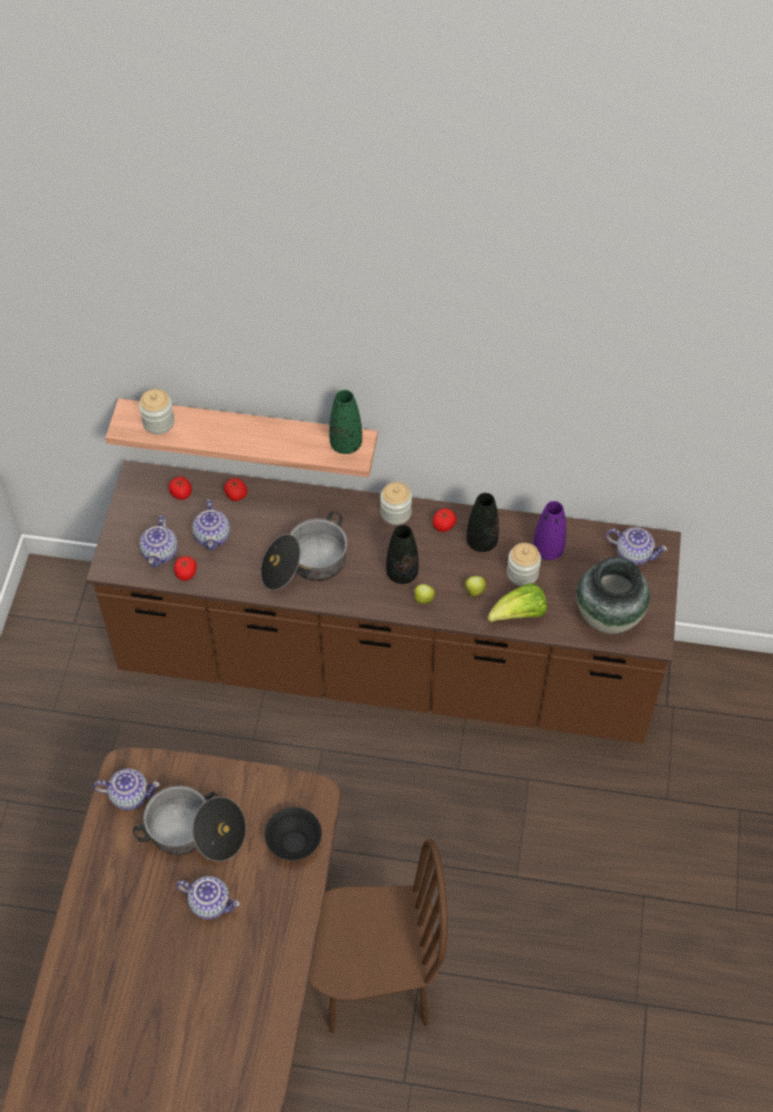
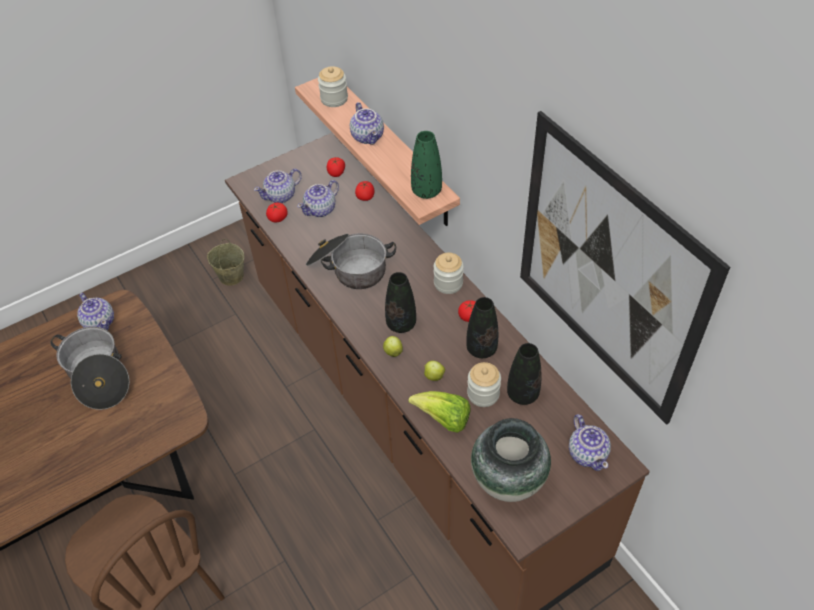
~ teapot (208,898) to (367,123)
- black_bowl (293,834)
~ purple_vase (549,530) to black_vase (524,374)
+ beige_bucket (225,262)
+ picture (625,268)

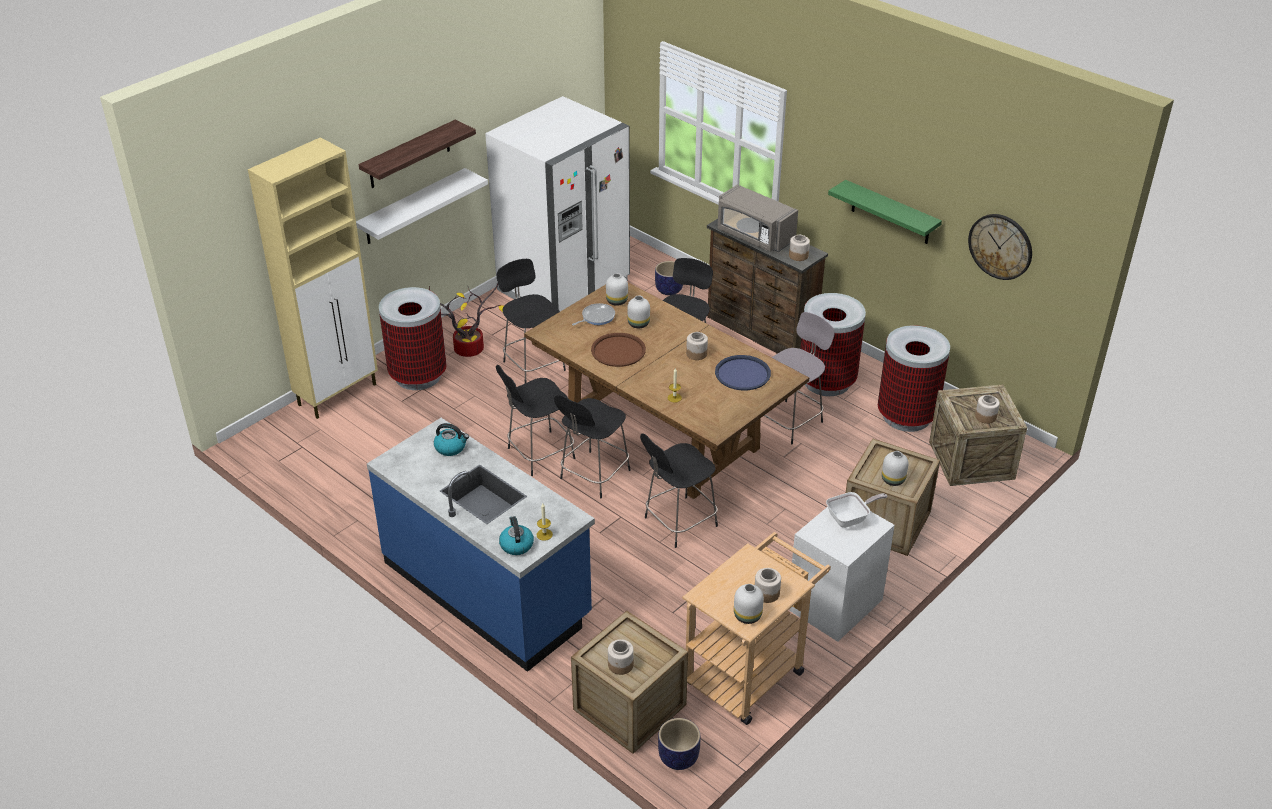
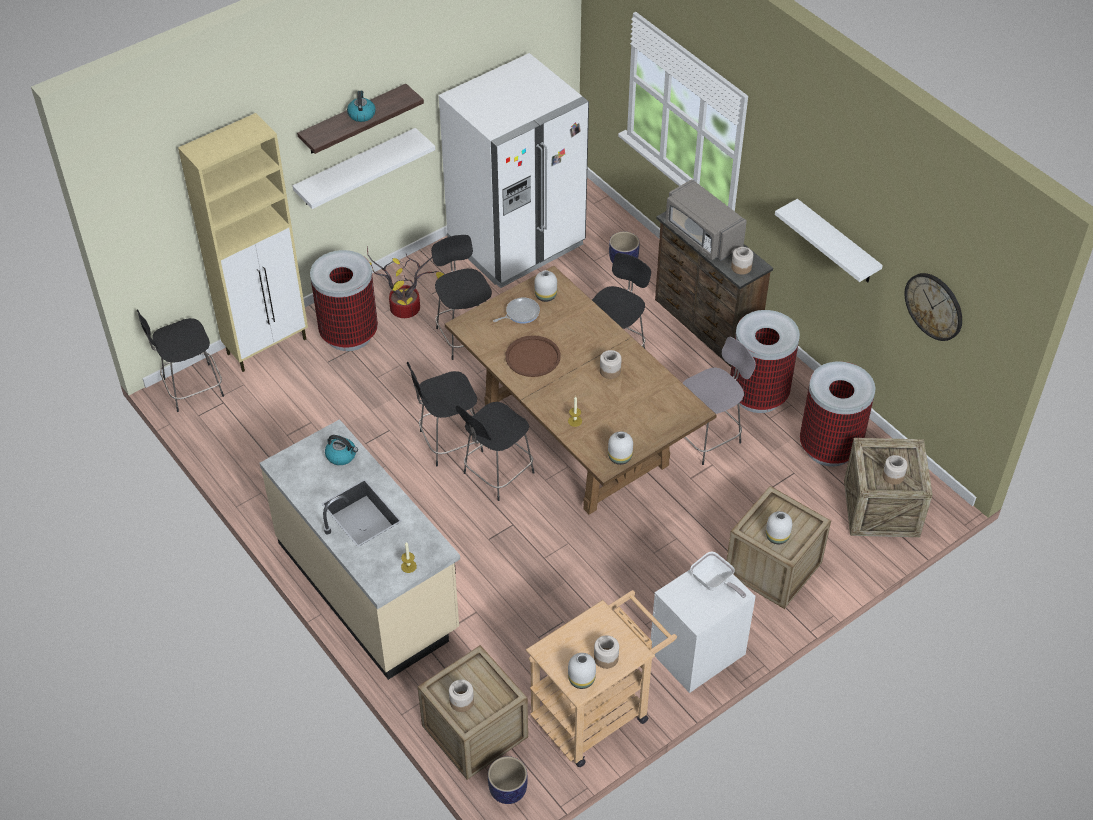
~ blue_counter (481,545) to beige_counter (360,549)
~ kettle (516,535) to (361,106)
~ white_vase (638,311) to (620,448)
~ black_stool (679,490) to (180,360)
- blue_tray (743,373)
~ frying_pan (856,510) = (718,575) 60 degrees clockwise
~ green_shelf (885,212) to white_shelf (829,240)

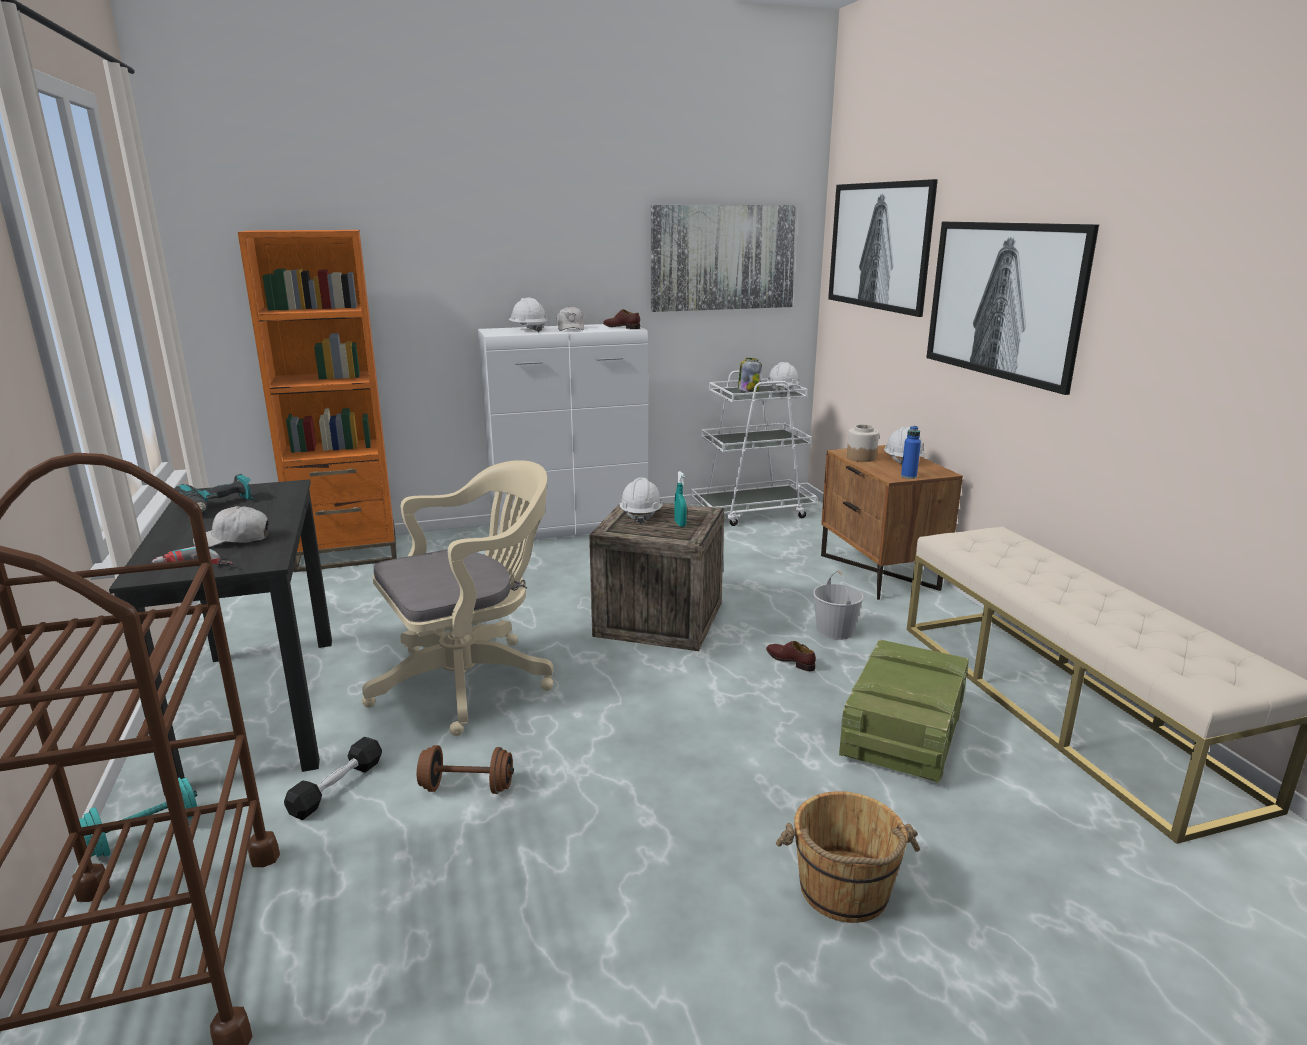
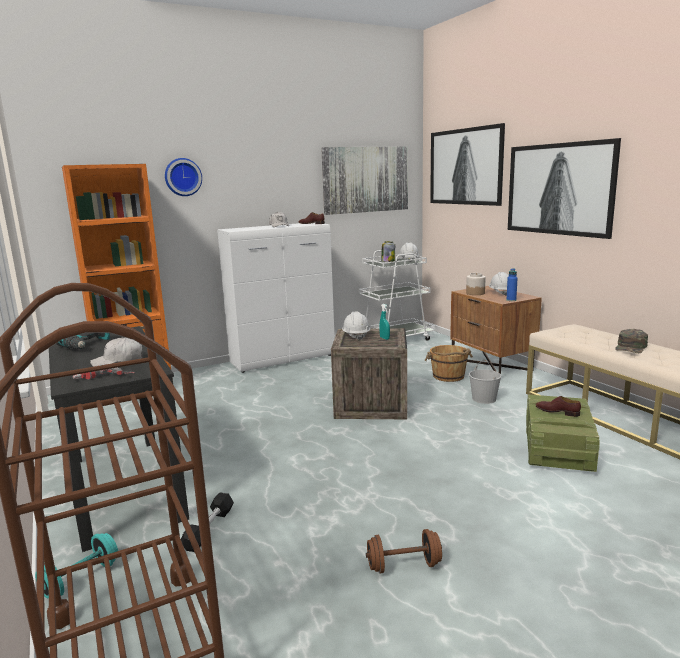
- beige_office_chair (457,598)
~ brown_dumbbell (465,769) to (404,551)
- white_hard_hat (528,315)
~ brown_shoe (791,656) to (558,406)
~ brown_bucket (848,857) to (449,363)
+ wall_clock (183,177)
+ green_cap (631,341)

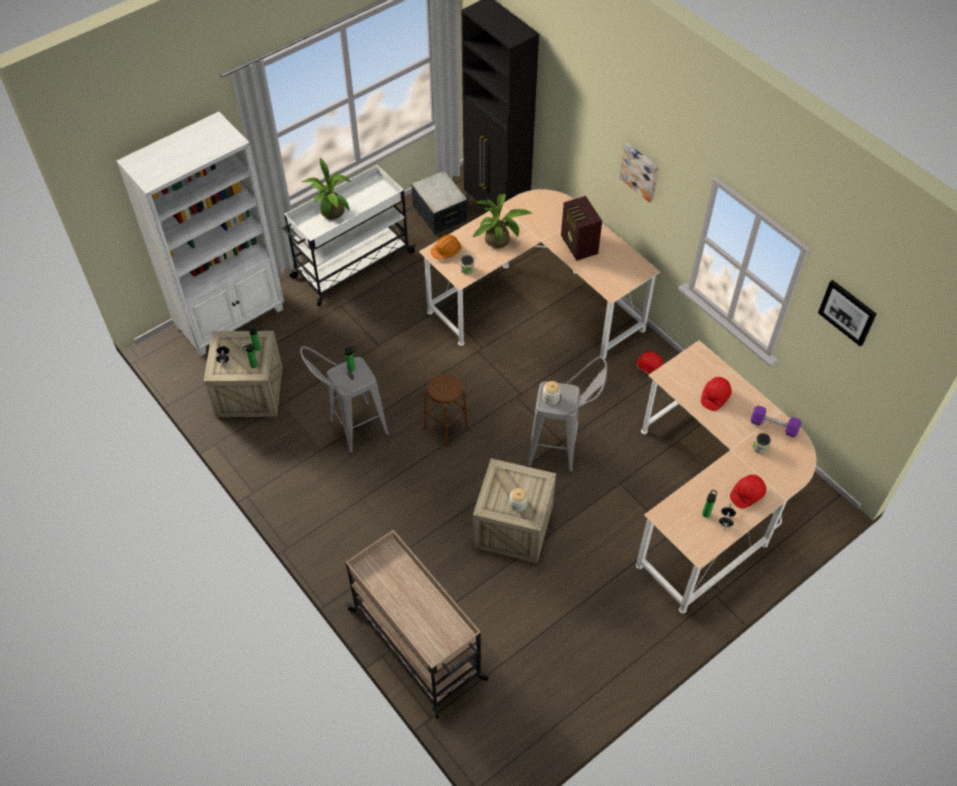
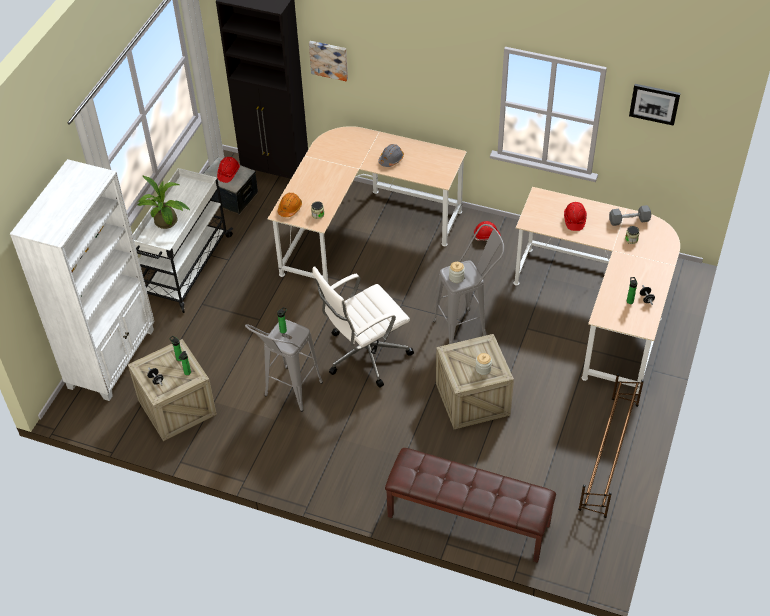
~ beige_cart (416,624) to brown_bench (470,505)
~ brown_stool (446,410) to white_office_chair (363,327)
- potted_plant (502,221)
~ radio (581,228) to grey_hard_hat (391,155)
~ picture (639,173) to (328,61)
~ red_hard_hat (748,492) to (228,170)
~ purple_dumbbell (775,421) to grey_dumbbell (630,215)
+ brown_shoe_rack (611,445)

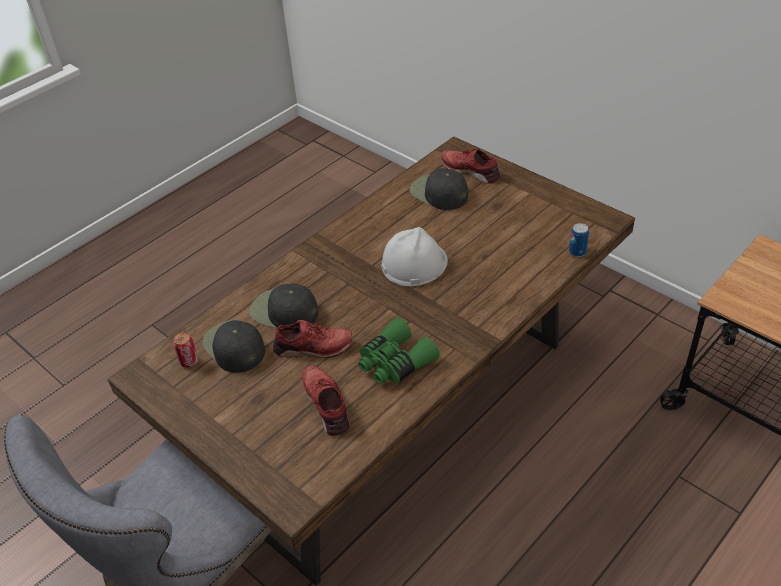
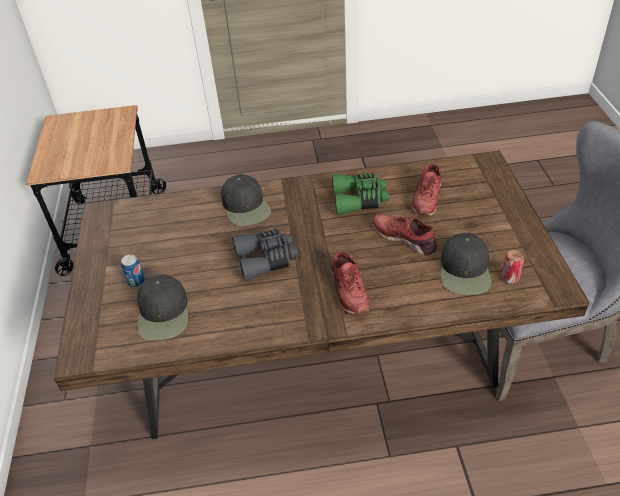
~ black_cap (283,305) to (246,200)
~ white_hard_hat (415,256) to grey_binoculars (265,255)
~ red_shoe (470,166) to (350,283)
~ can (579,240) to (133,271)

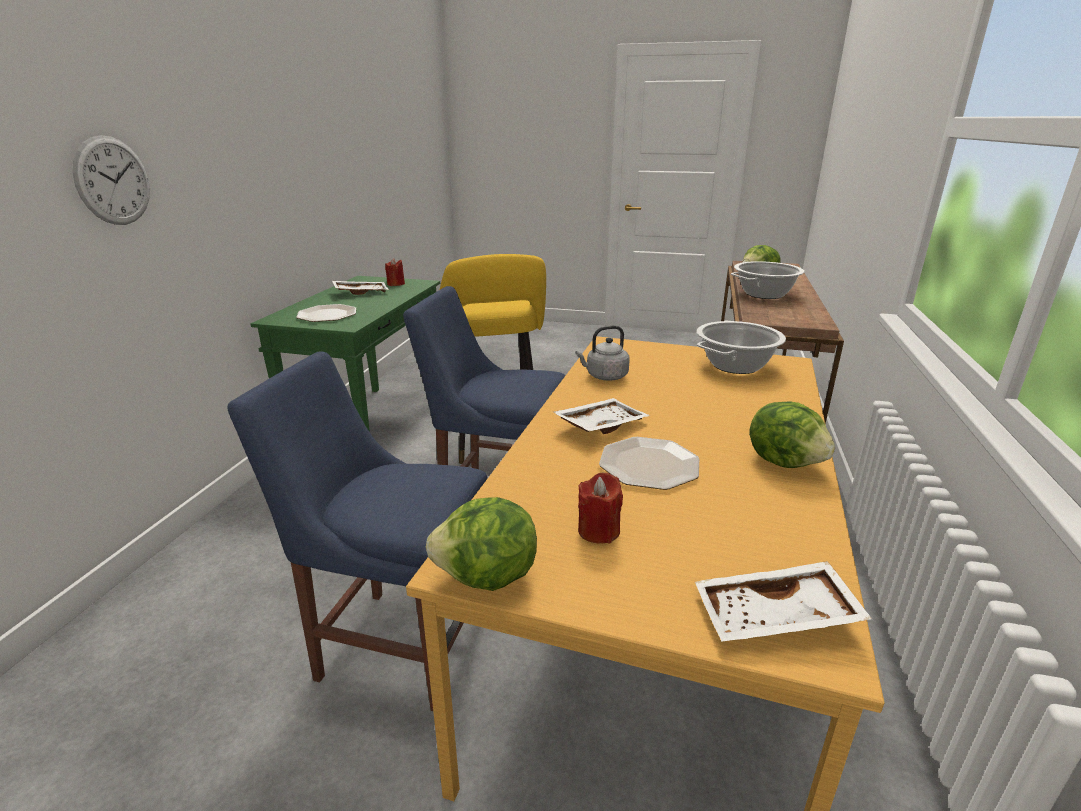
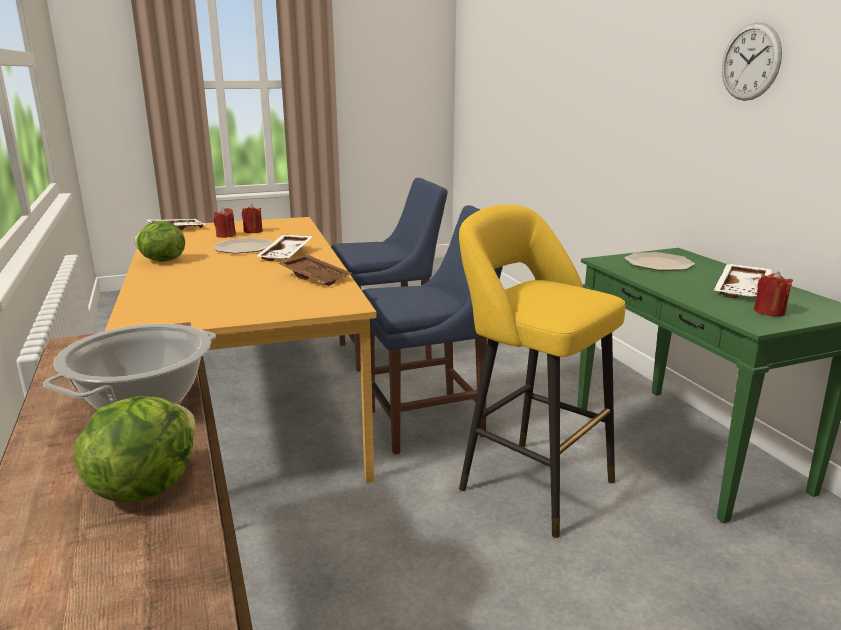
~ wall_clock (111,180) to (752,61)
- lettuce (481,544)
~ grey_kettle (602,353) to brown_tray (315,270)
- cooking_pot (741,347)
+ red_candle (225,222)

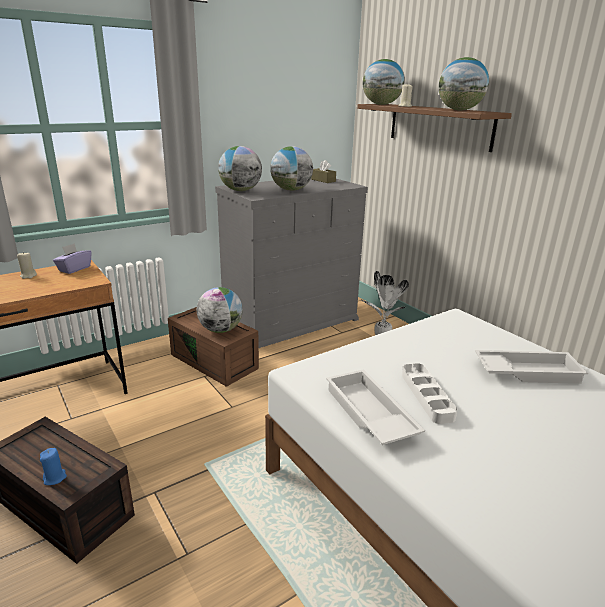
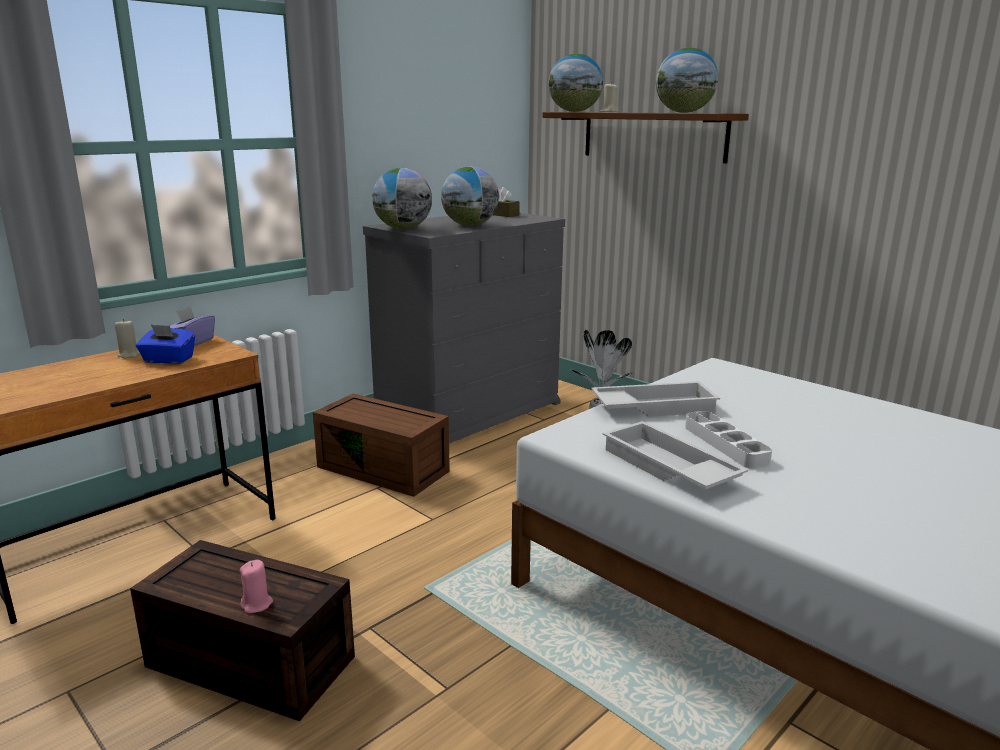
~ blue_candle (53,466) to pink_candle (256,586)
- globe (220,310)
~ white_tray (531,367) to (655,399)
+ blue_tissue_box (165,344)

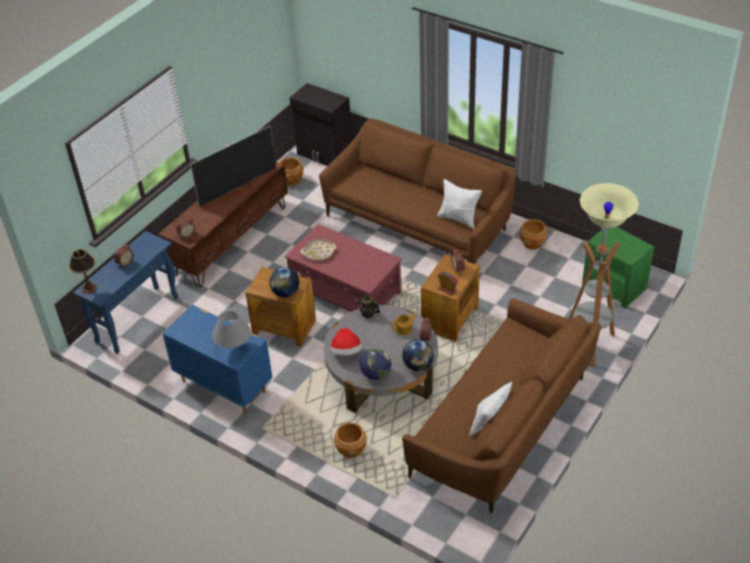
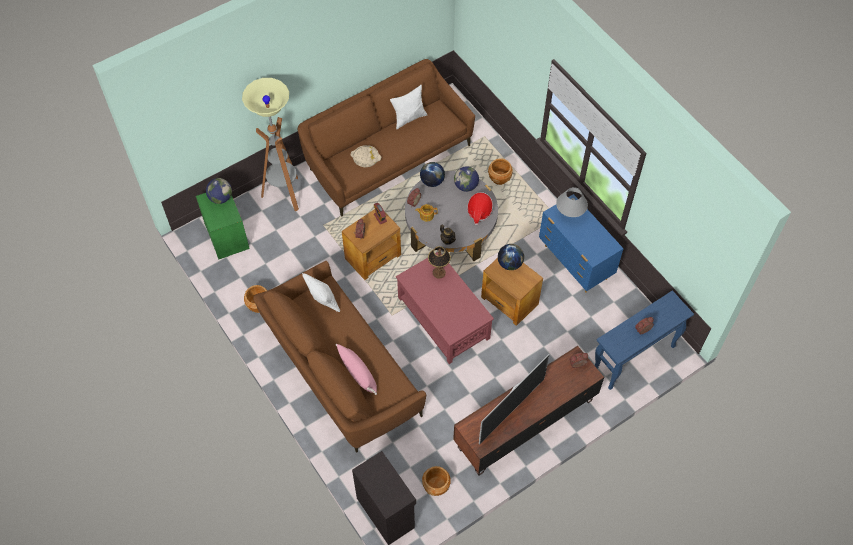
~ table_lamp (83,271) to (439,262)
~ television (233,166) = (514,399) 150 degrees clockwise
~ beige_tray (318,250) to (366,156)
+ globe (219,191)
+ pink_pillow (356,369)

